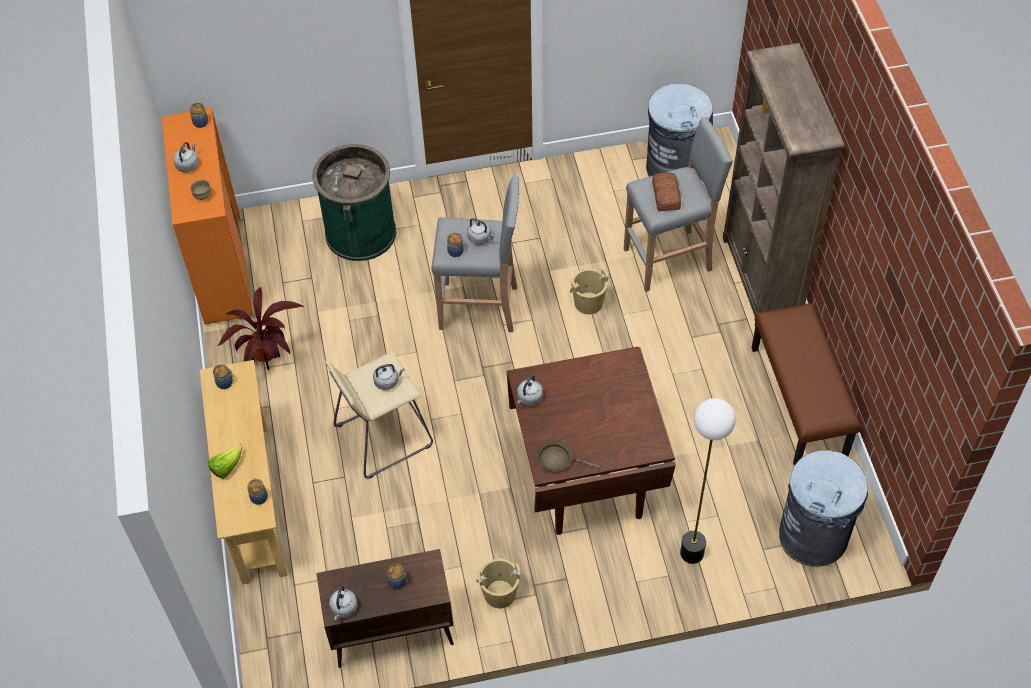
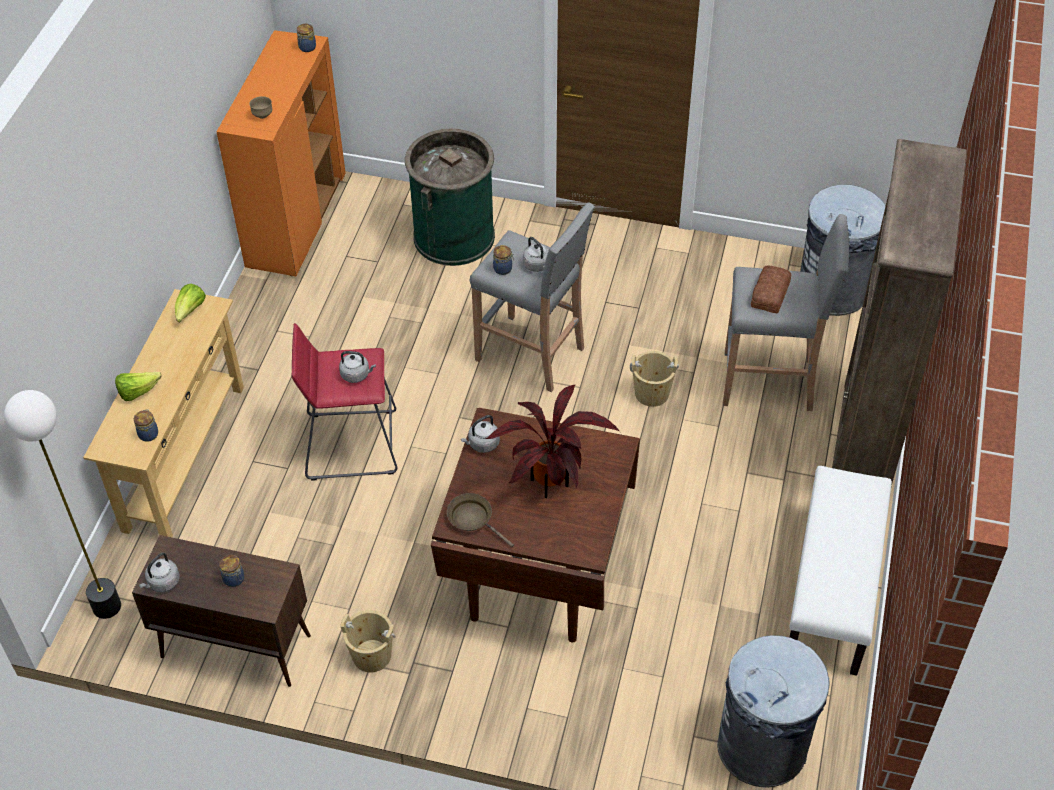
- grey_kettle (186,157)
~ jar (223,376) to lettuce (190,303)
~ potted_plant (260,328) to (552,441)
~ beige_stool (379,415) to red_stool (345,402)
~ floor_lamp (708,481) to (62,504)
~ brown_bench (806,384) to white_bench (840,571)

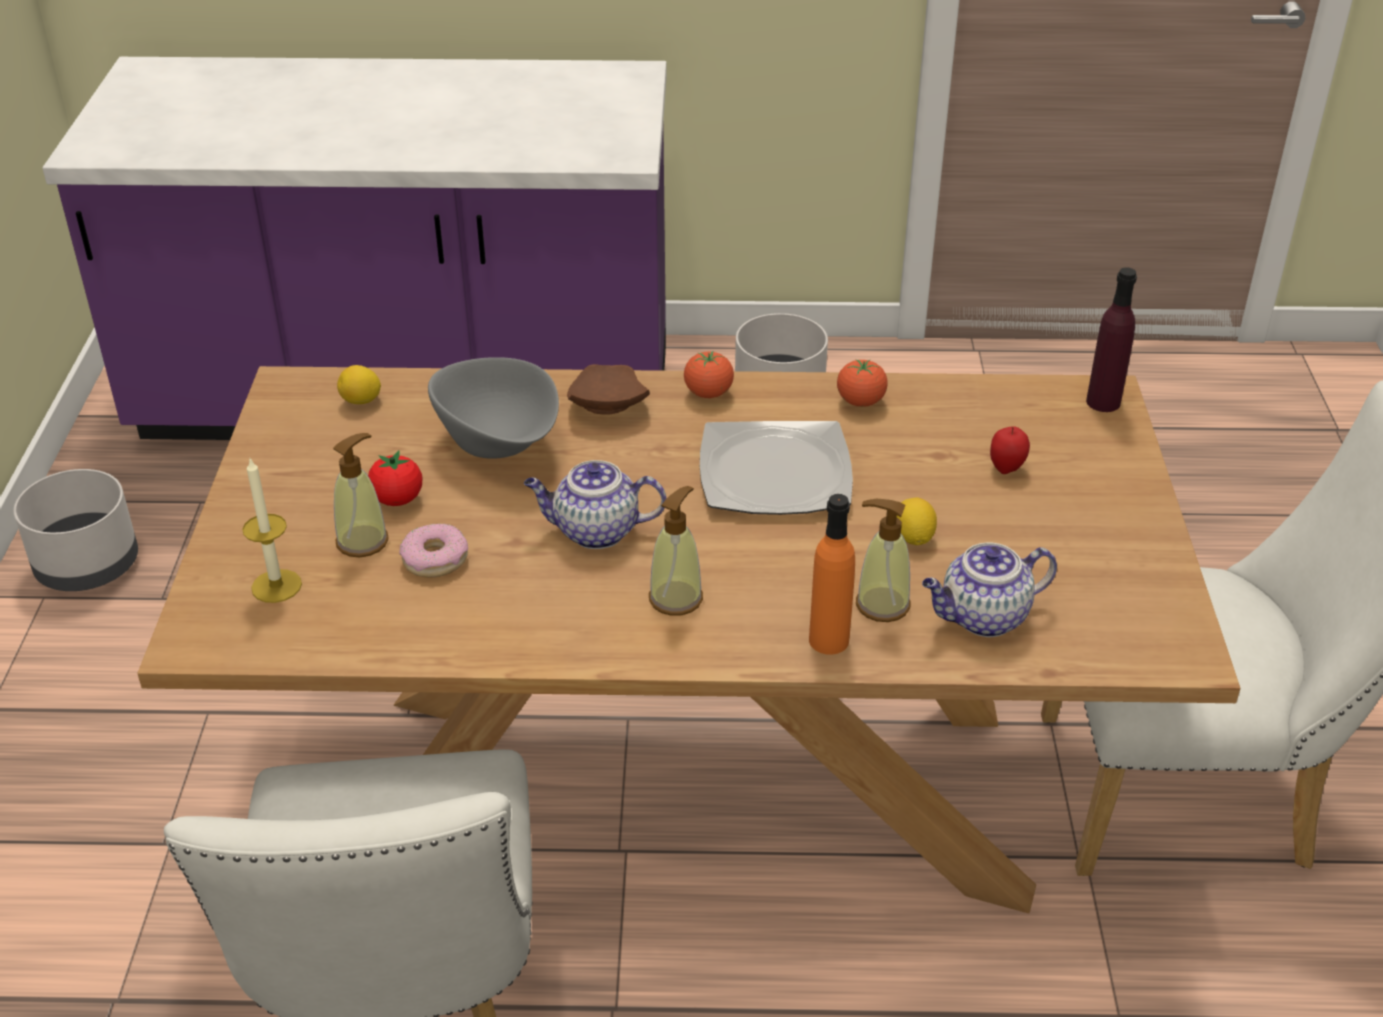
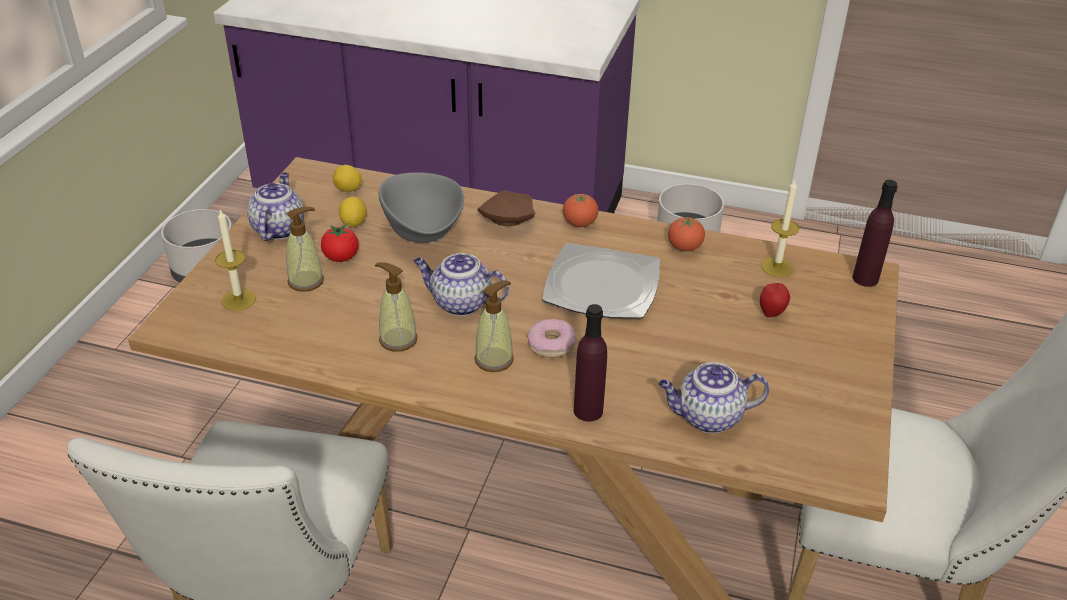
~ donut (433,550) to (551,338)
~ orange_bottle (832,574) to purple_bottle (590,363)
~ soap_dispenser (883,560) to (396,307)
~ lemon (917,521) to (353,212)
+ teapot (275,206)
+ candle (780,228)

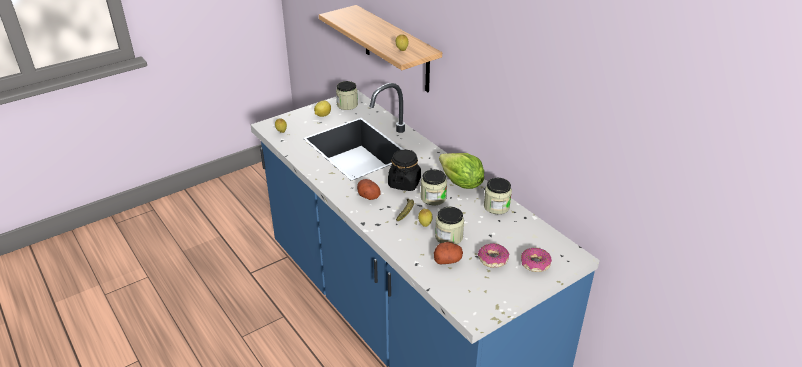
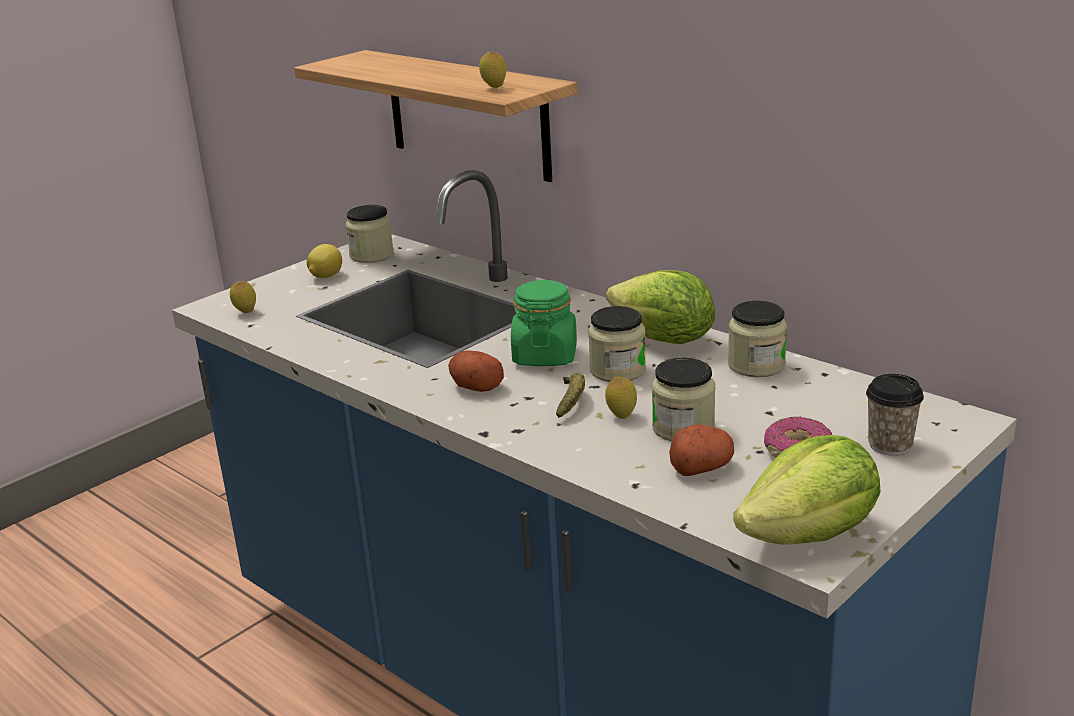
~ black_jar (404,170) to green_jar (544,323)
~ donut (536,260) to cup (895,415)
+ lettuce (807,490)

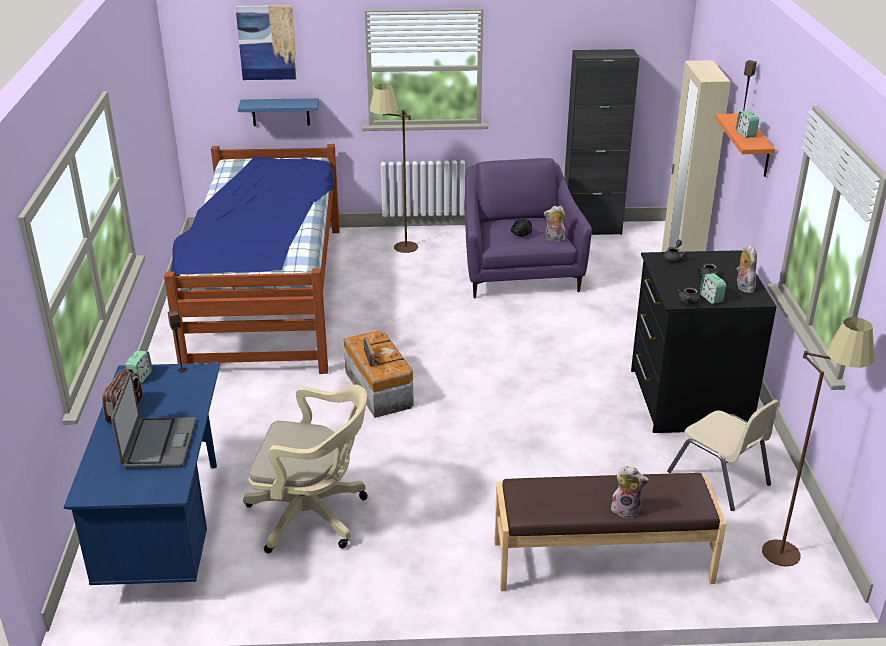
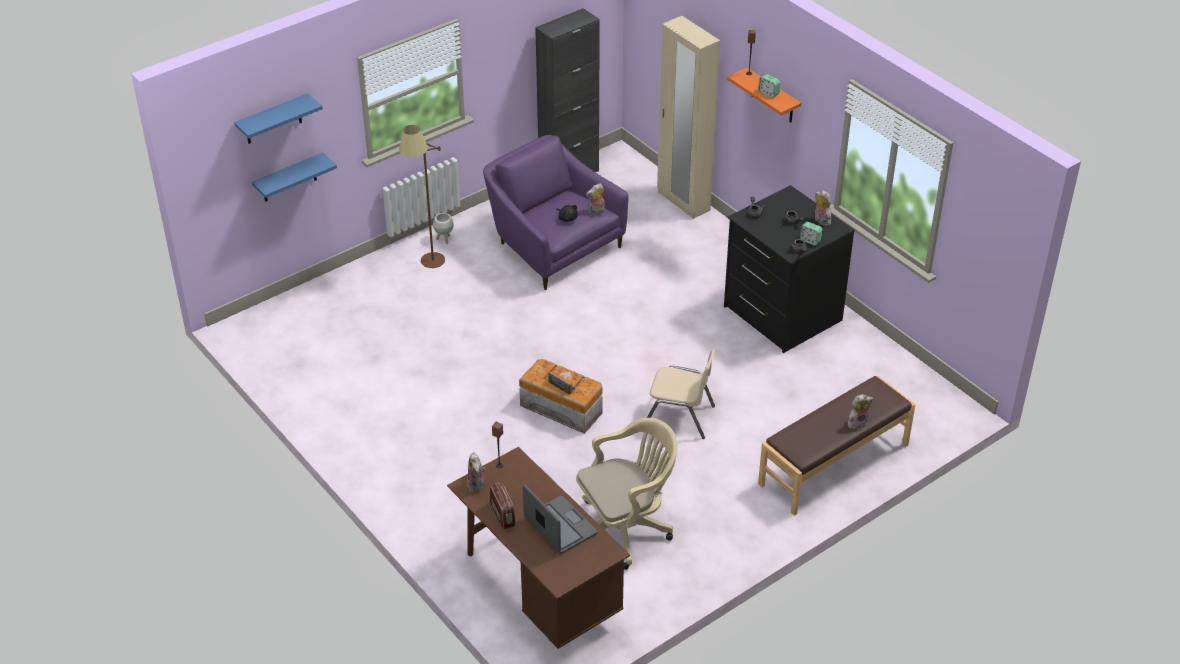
~ blue_desk (142,474) to brown_desk (538,548)
~ alarm_clock (139,366) to plush_toy (476,472)
- bed (252,259)
~ picture (266,42) to blue_shelf (278,118)
~ beige_chair (723,455) to (681,394)
- brown_floor_lamp (818,442)
+ white_planter (443,228)

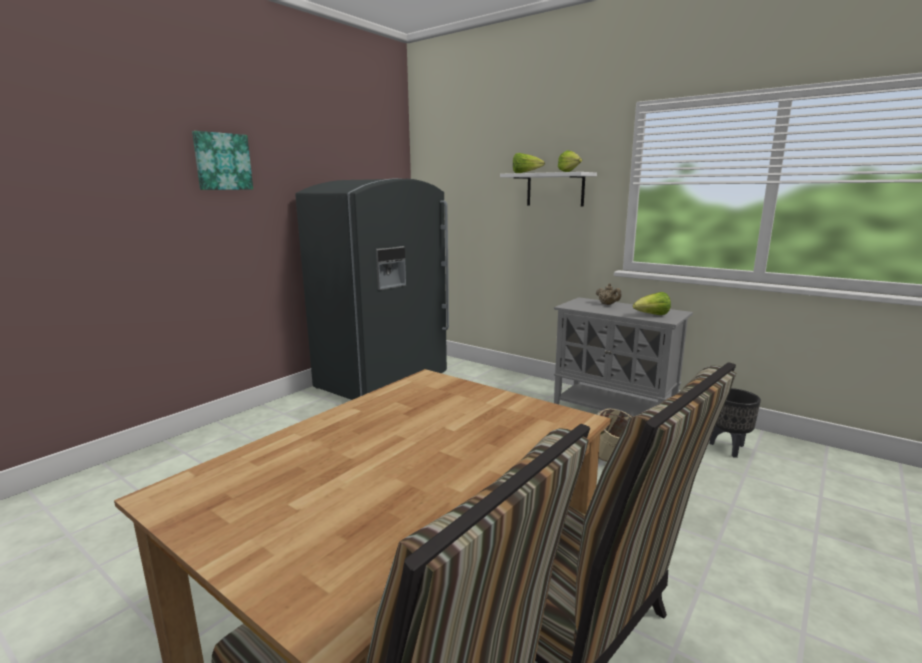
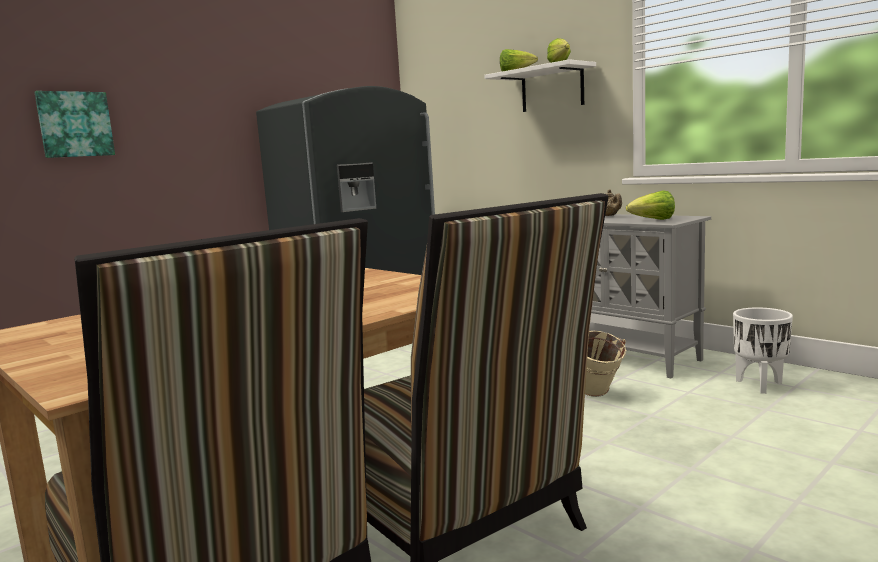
~ picture (222,160) to (74,124)
~ black_planter (735,423) to white_planter (763,351)

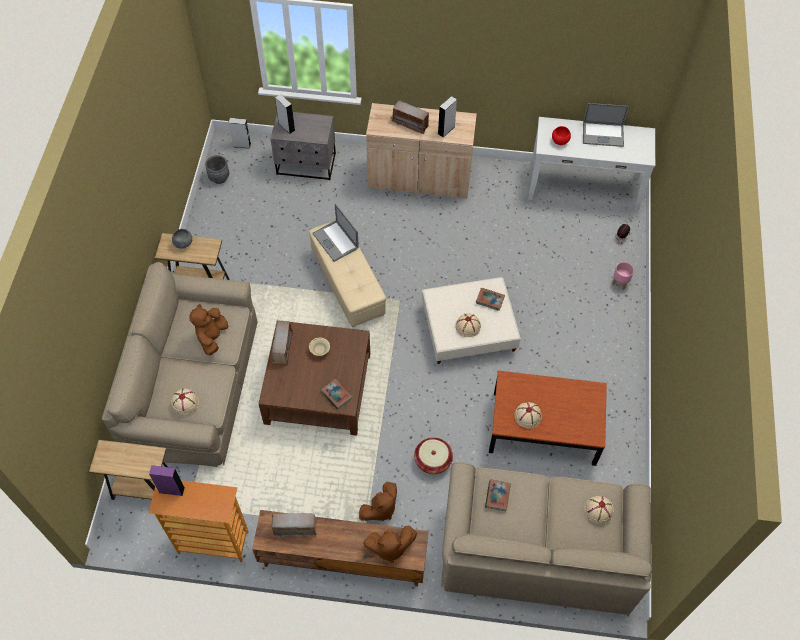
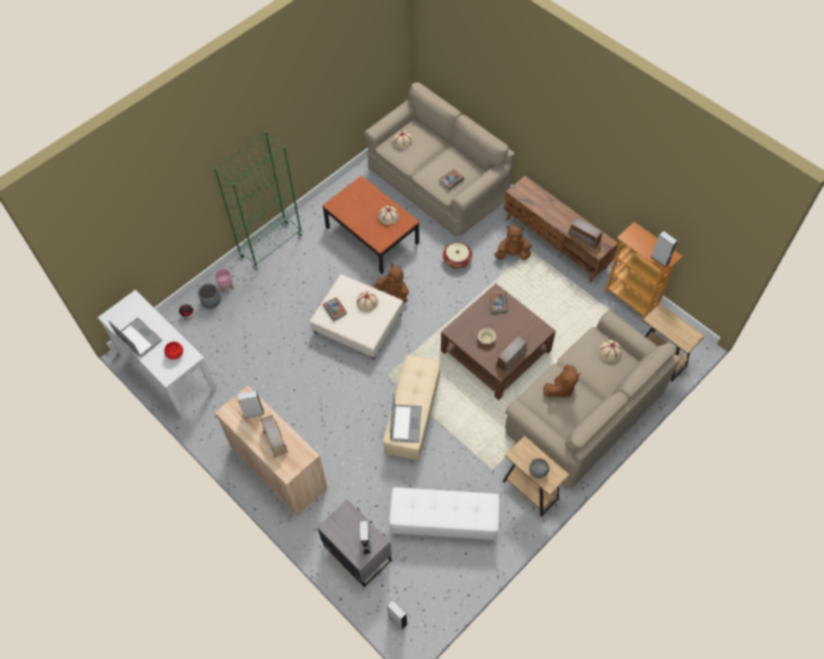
~ purple_speaker (167,480) to grey_speaker (664,249)
~ grey_planter (217,169) to (209,296)
~ brown_plush_toy (390,544) to (391,284)
+ green_bookcase (258,200)
+ white_ottoman (444,513)

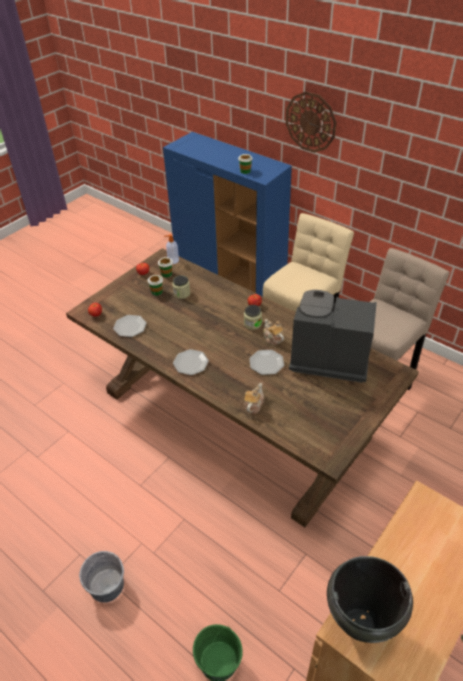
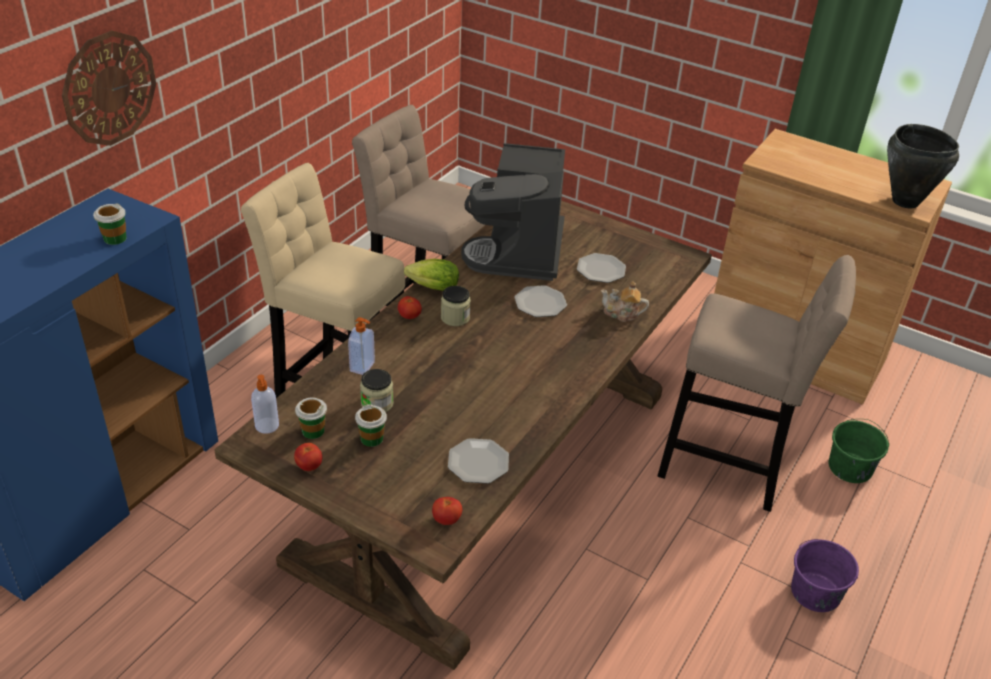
~ grey_bucket (101,577) to purple_bucket (825,575)
~ plate (191,362) to (601,268)
- teapot (273,332)
+ soap_dispenser (361,346)
+ lettuce (431,275)
+ beige_stool (757,383)

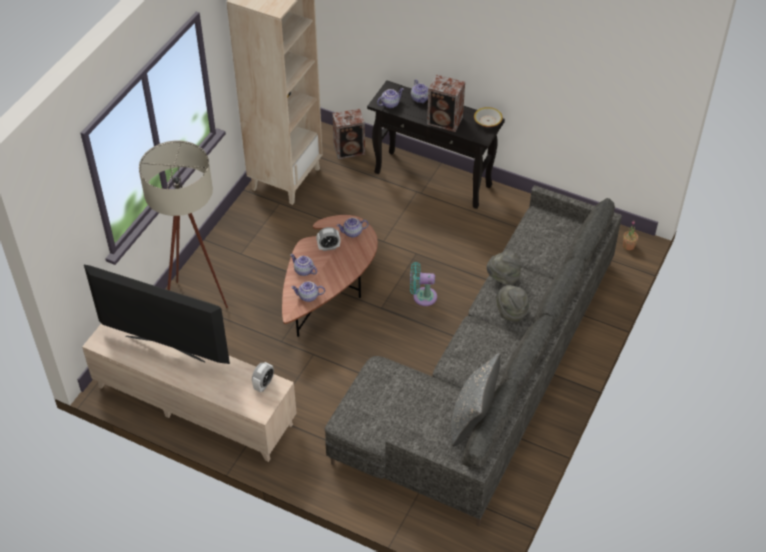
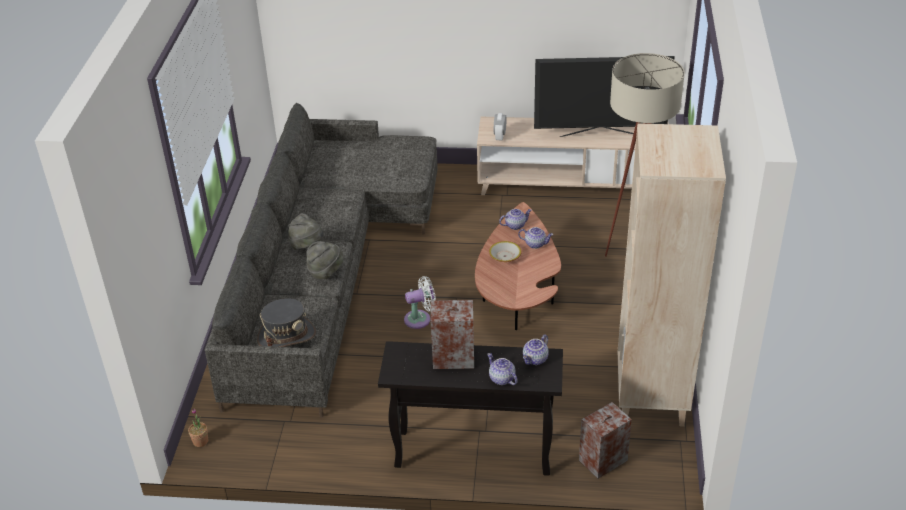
- alarm_clock (328,239)
- teapot (352,227)
~ turquoise_fan (423,284) to white_fan (420,302)
- grey_pillow (475,399)
~ bowl (488,117) to (505,251)
+ grey_hat (286,322)

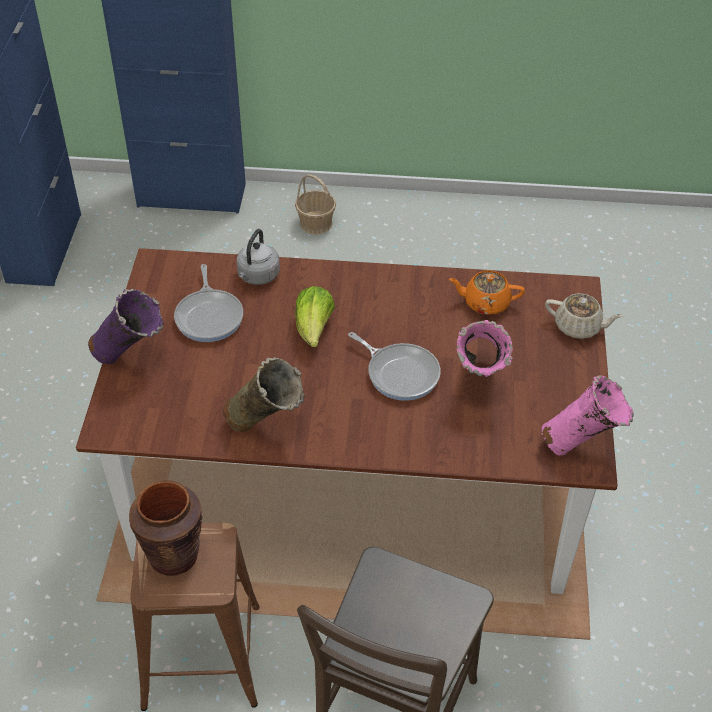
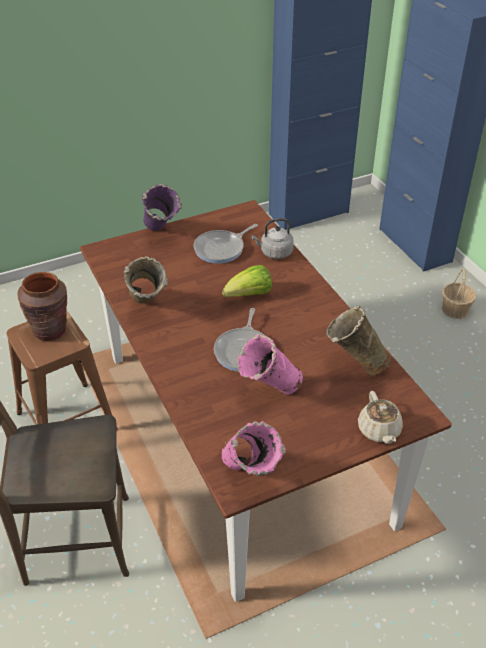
~ orange_teapot (487,292) to beige_vase (358,340)

